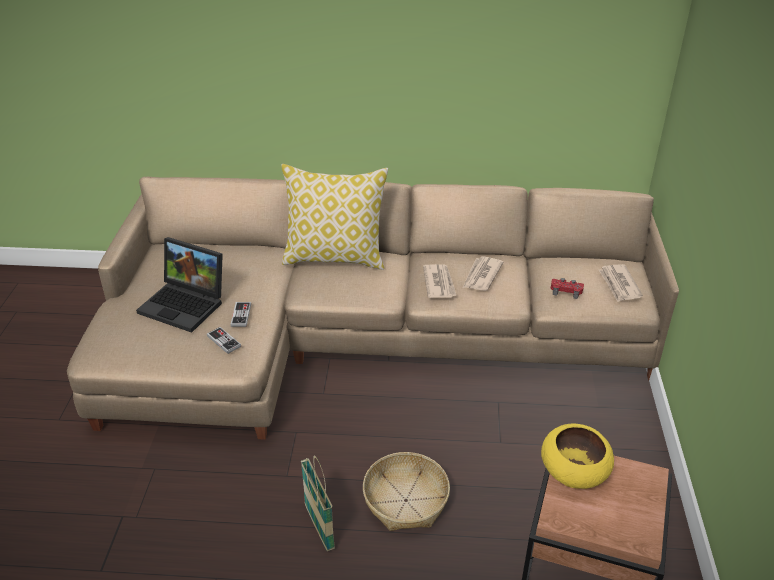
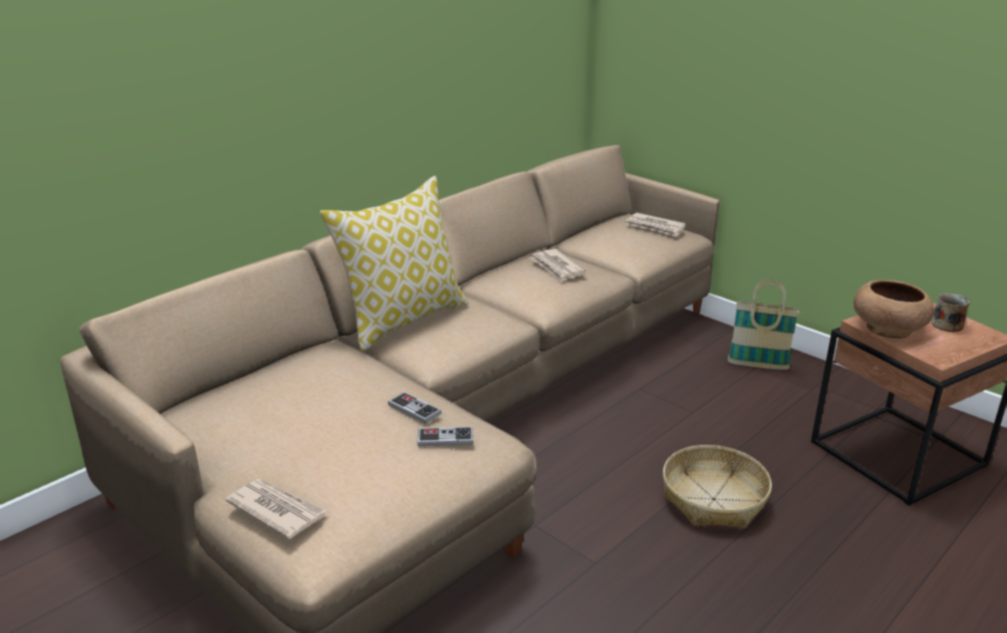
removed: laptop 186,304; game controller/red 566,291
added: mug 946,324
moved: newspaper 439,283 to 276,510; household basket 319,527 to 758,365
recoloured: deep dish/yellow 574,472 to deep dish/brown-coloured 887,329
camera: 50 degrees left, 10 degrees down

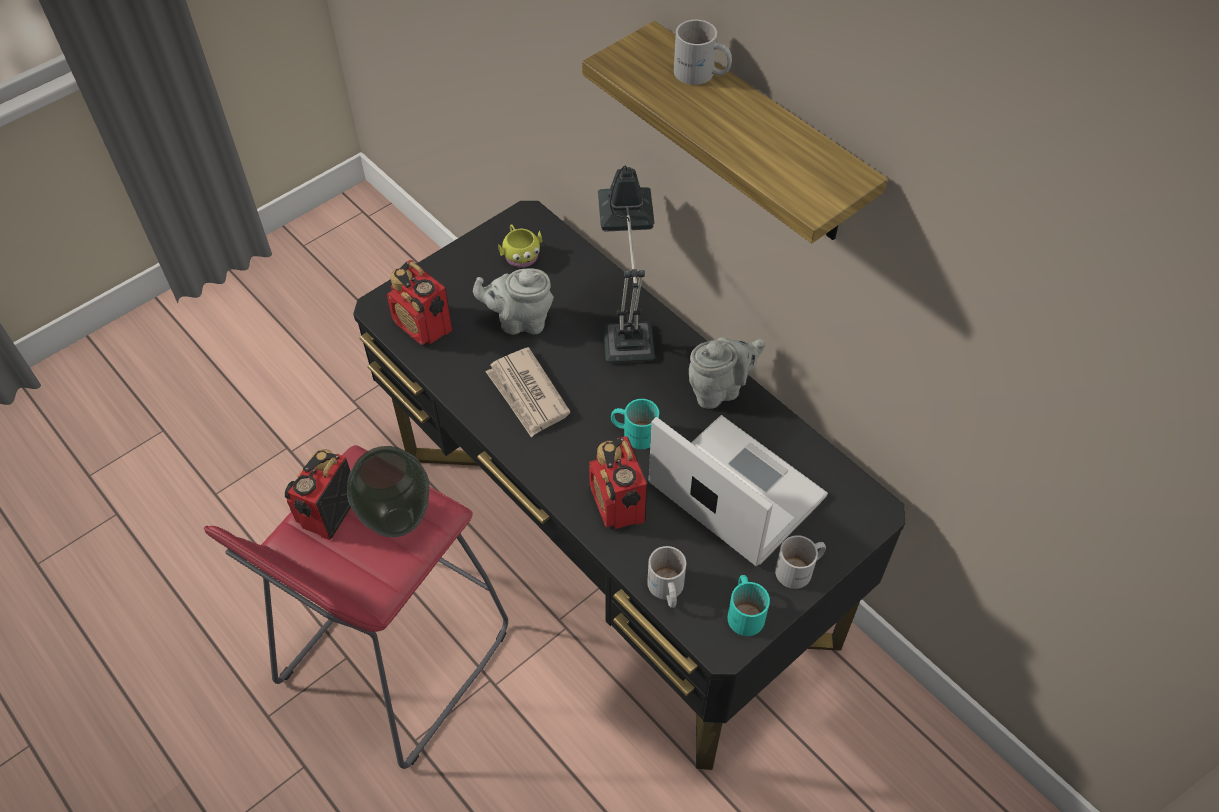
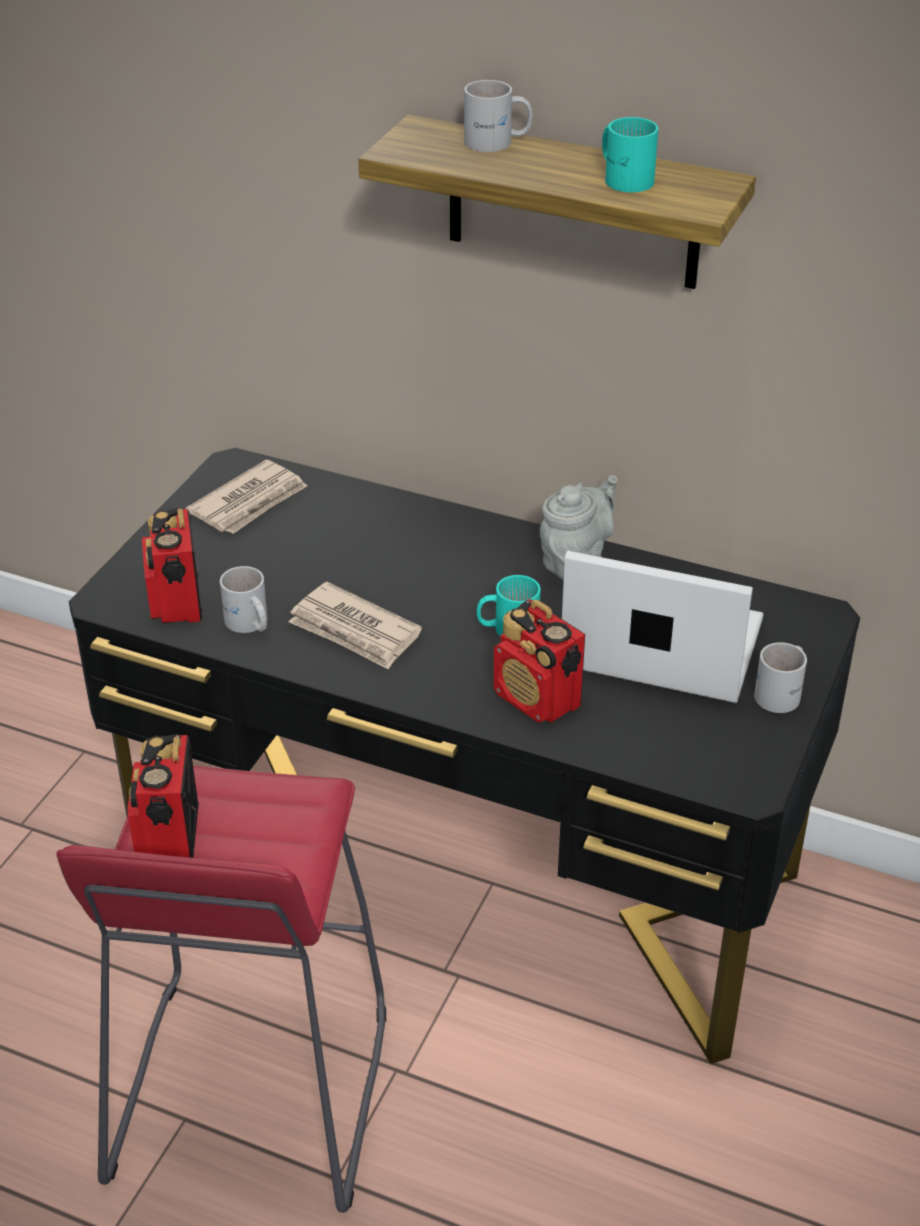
removed: decorative vase 396,522; tea pot/grey 520,321; tabletop lamp 627,332
moved: mug/white 665,590 to 248,624; mug/turquoise 746,611 to 625,177
replaced: mug/yellow 520,254 to newspaper 250,502
turned: radio receiver 423,326 = 176,603 60 degrees clockwise
camera: 25 degrees left, 15 degrees down

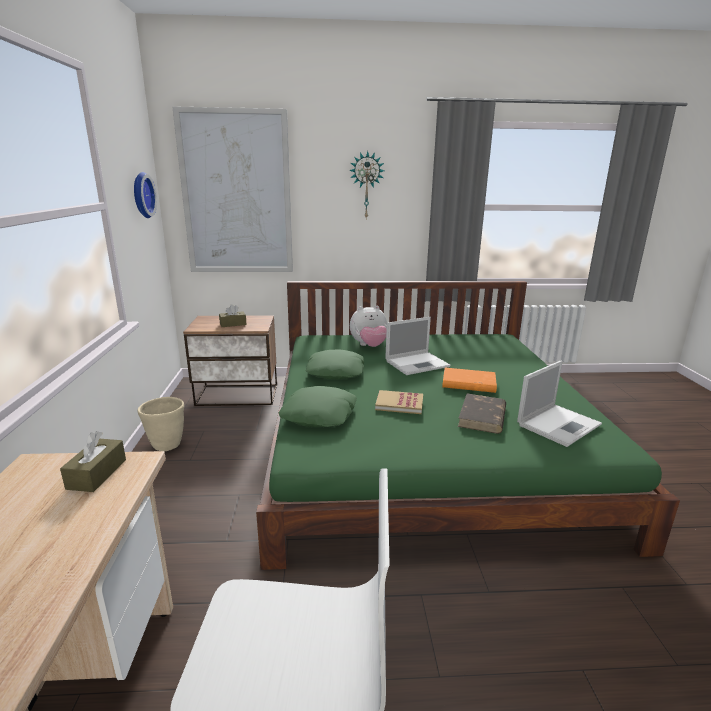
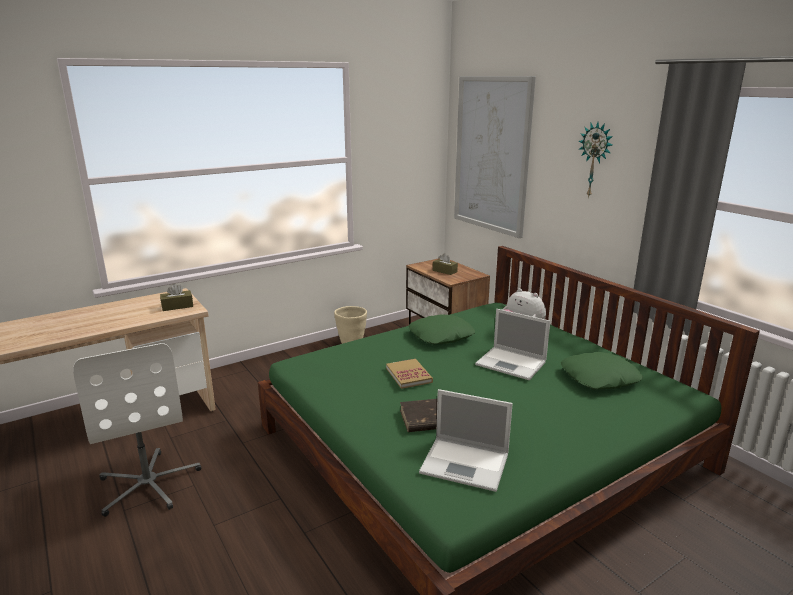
removed: wall clock 141,195; volume/orange 468,383
moved: throw pillow/green 319,414 to 600,378
camera: 60 degrees right, 0 degrees up

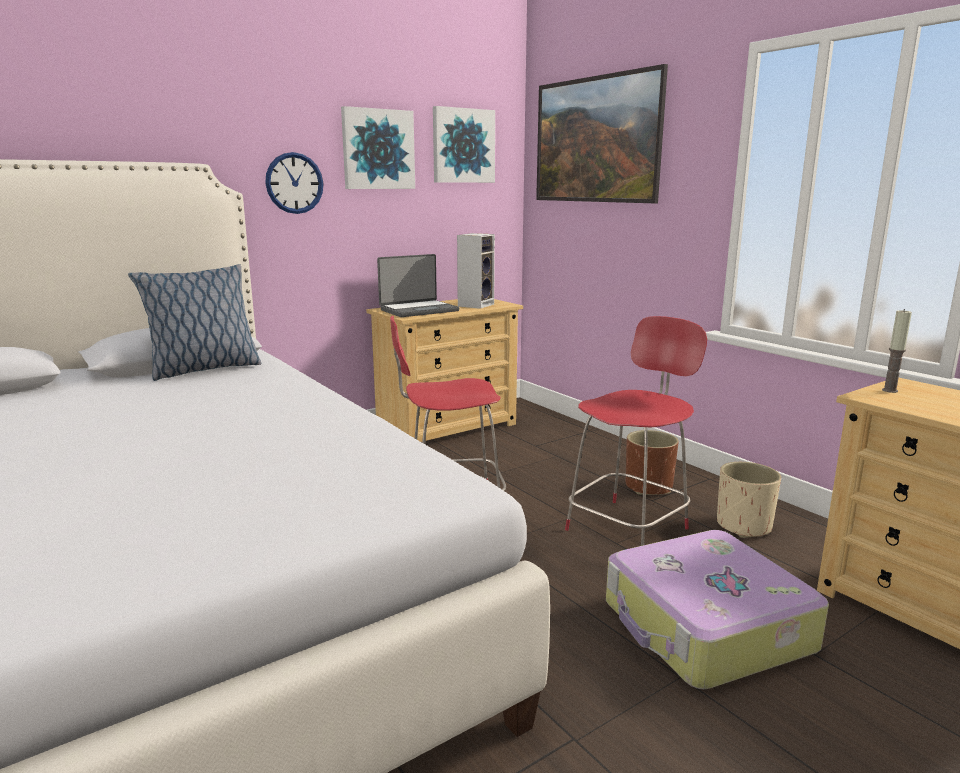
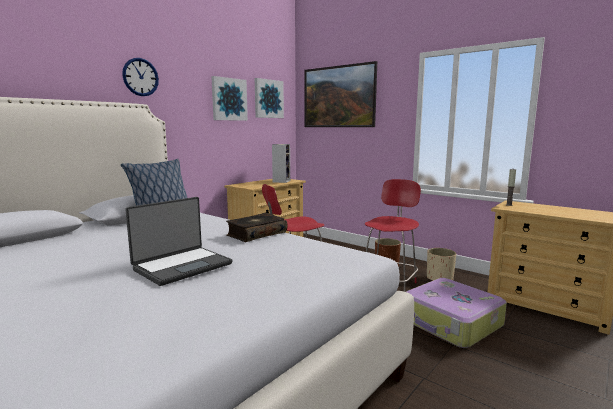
added: volume 256,234
moved: wall clock 294,183 to 140,77; laptop 418,310 to 182,266
camera: 15 degrees left, 5 degrees down

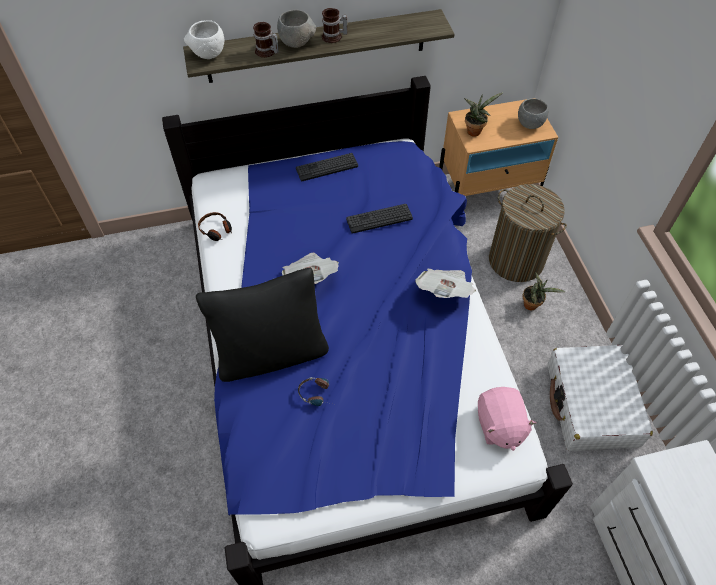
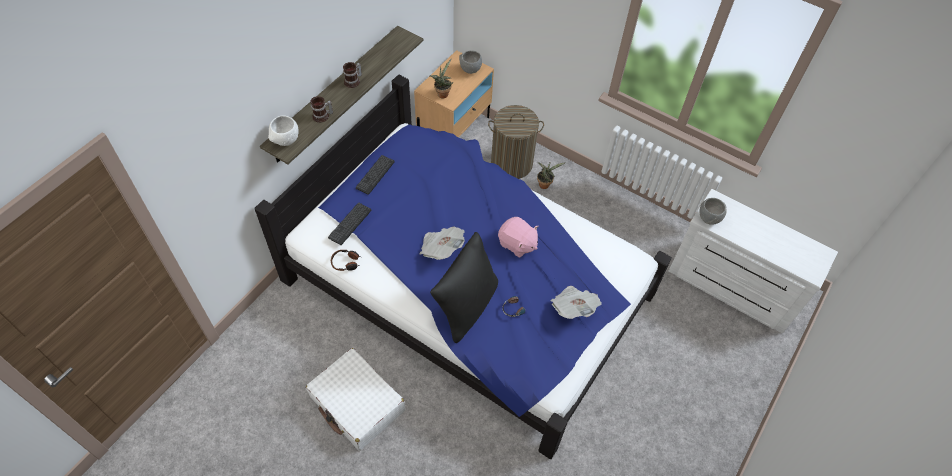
moved: piece of luggage/white 591,405 to 357,404; keyboard 379,219 to 350,224; cuddly toy/pinkish 499,425 to 517,244; newspaper 445,291 to 573,308; deep dish/grey 297,44 to 709,218
camera: 45 degrees left, 0 degrees up

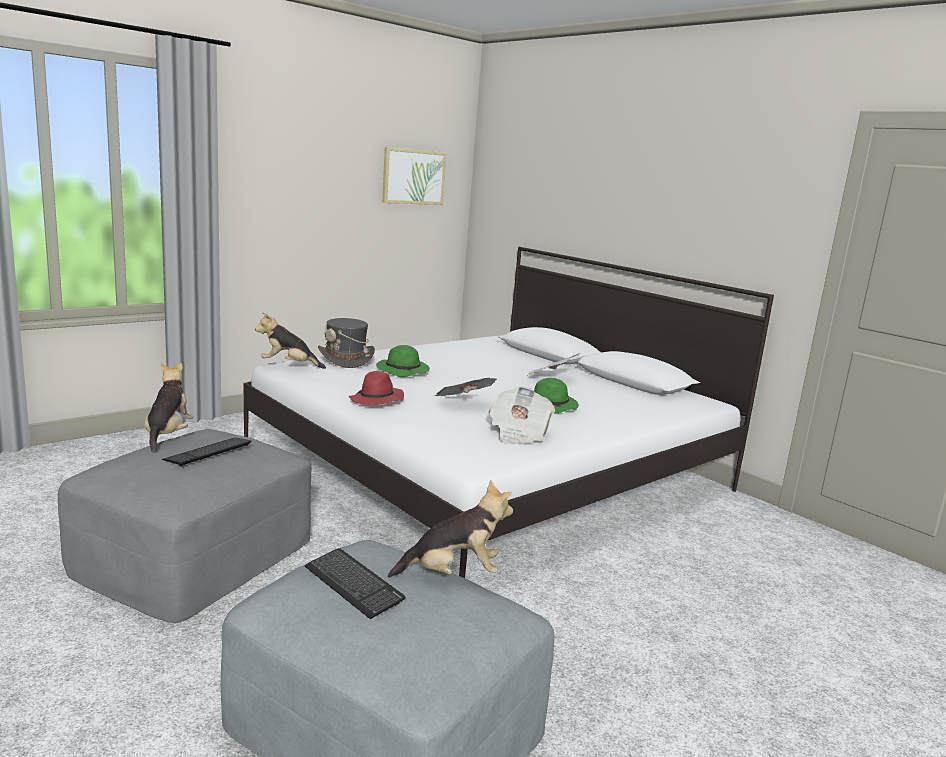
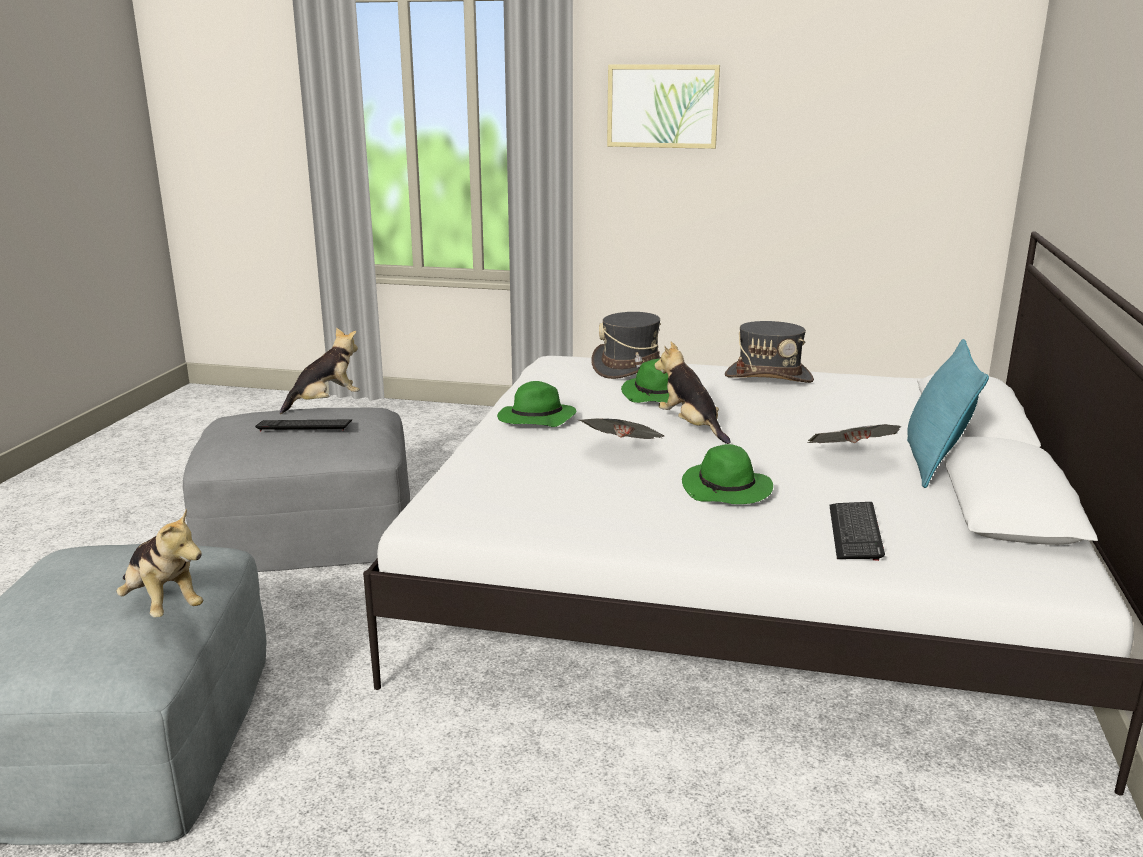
removed: newspaper 518,433
added: wearable hat/grey 768,377; throw pillow/turquoise 933,464
moved: wall picture 413,176 to 662,106; cuddly toy 289,365 to 691,427; keyboard 353,584 to 855,532
recoloured: wearable hat/red 376,400 to wearable hat/green 535,420
camera: 55 degrees right, 5 degrees up

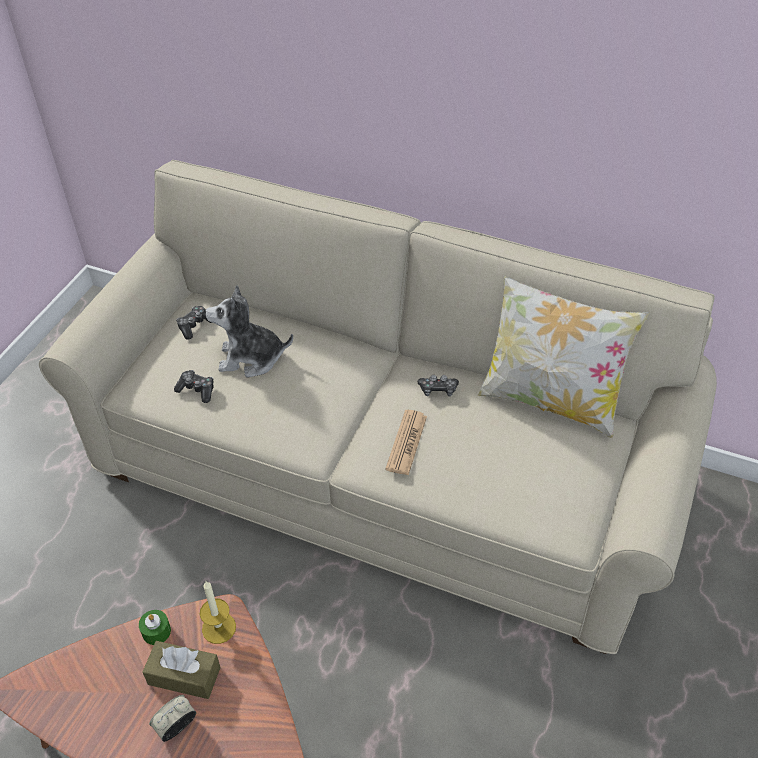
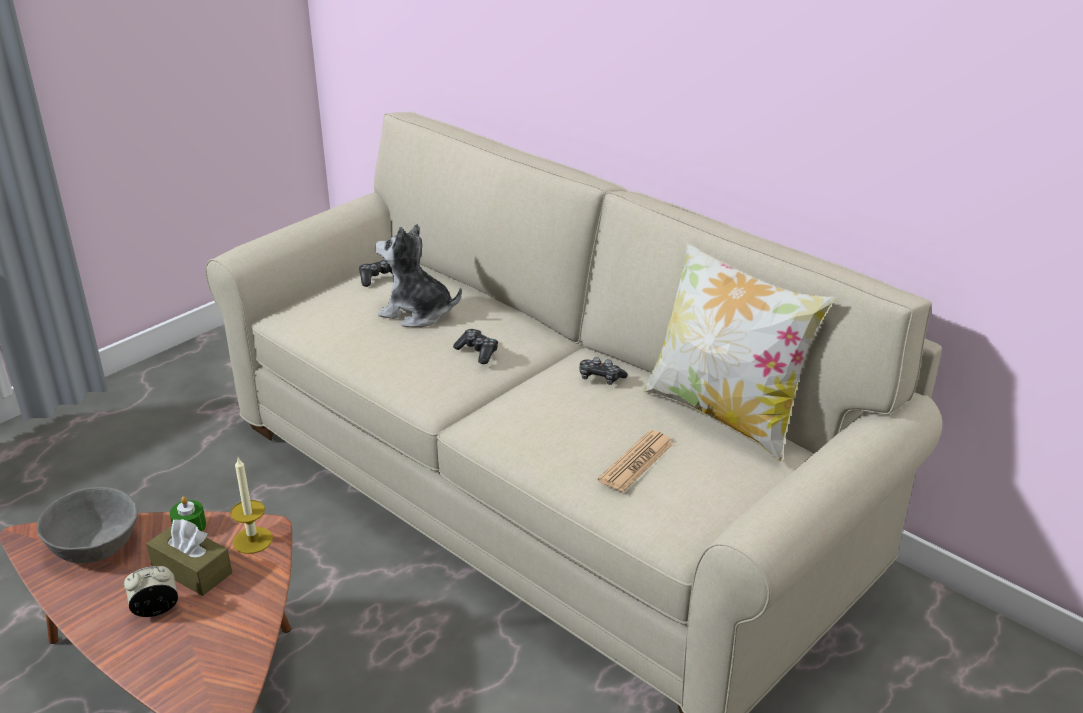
added: deep dish/grey 95,545
moved: game controller 197,390 to 477,352; newspaper 406,443 to 636,462
camera: 20 degrees right, 15 degrees down

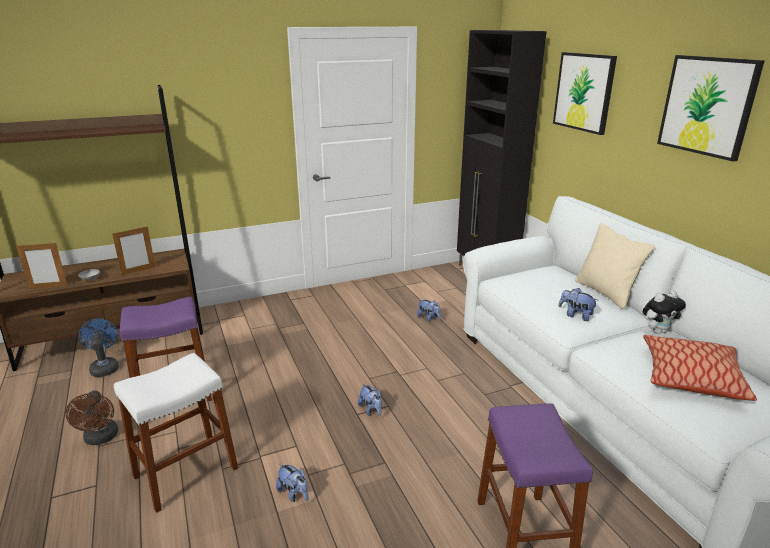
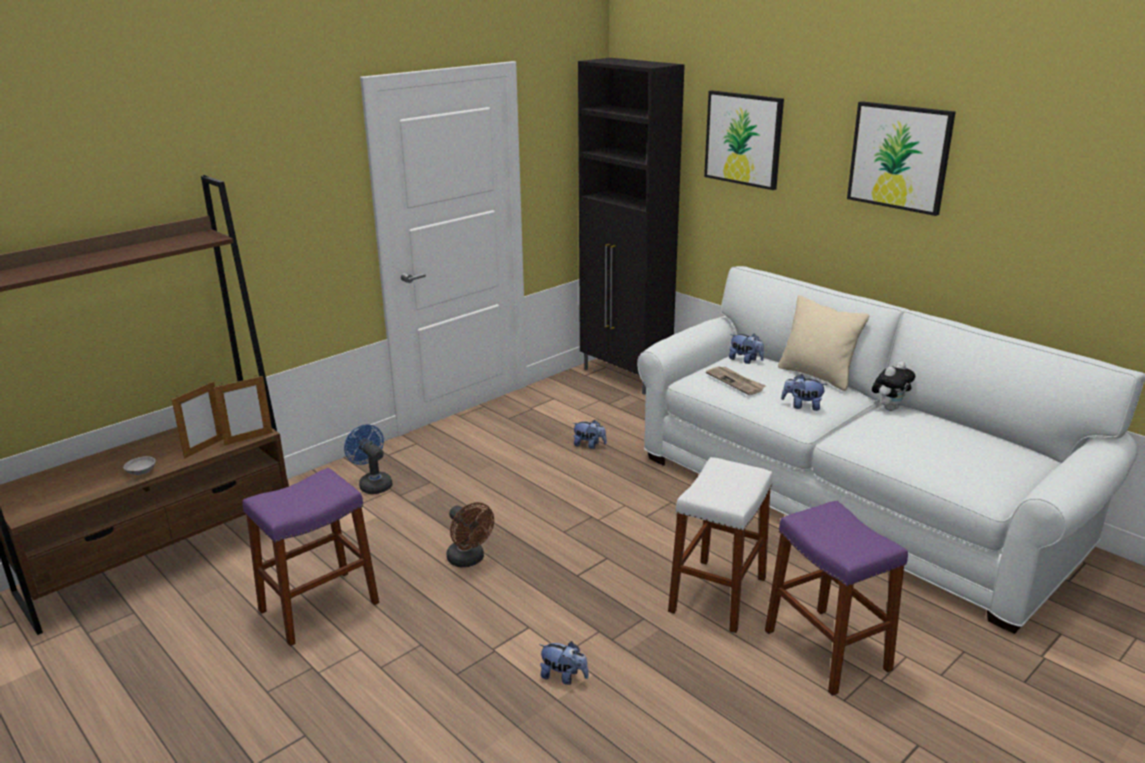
removed: throw pillow 691,377
added: newspaper 736,382
moved: photo frame 48,287 to 248,438; cooling fan/blue 104,367 to 372,484; cooling fan/brown-coloured 101,439 to 469,560; stool seat/white 186,472 to 718,594; cuddly toy 371,410 to 745,360
camera: 20 degrees left, 0 degrees up

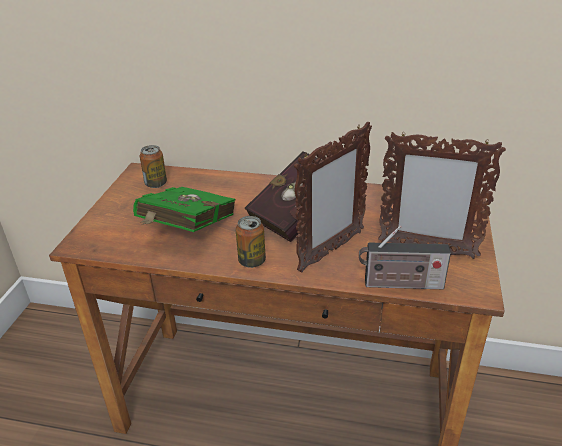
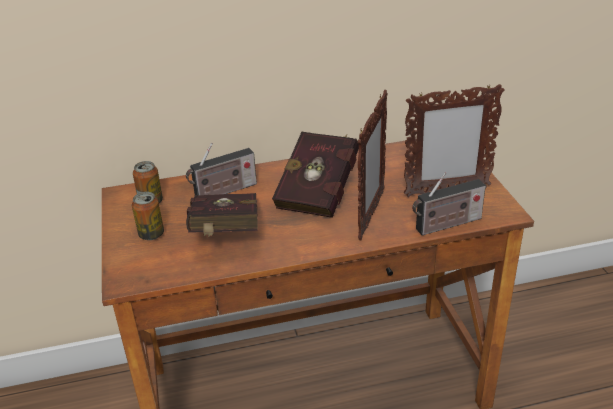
added: radio receiver 223,192
moved: metal can 252,261 to 151,234
recoloured: volume/green 186,231 to volume/red 225,237
camera: 25 degrees left, 0 degrees up

